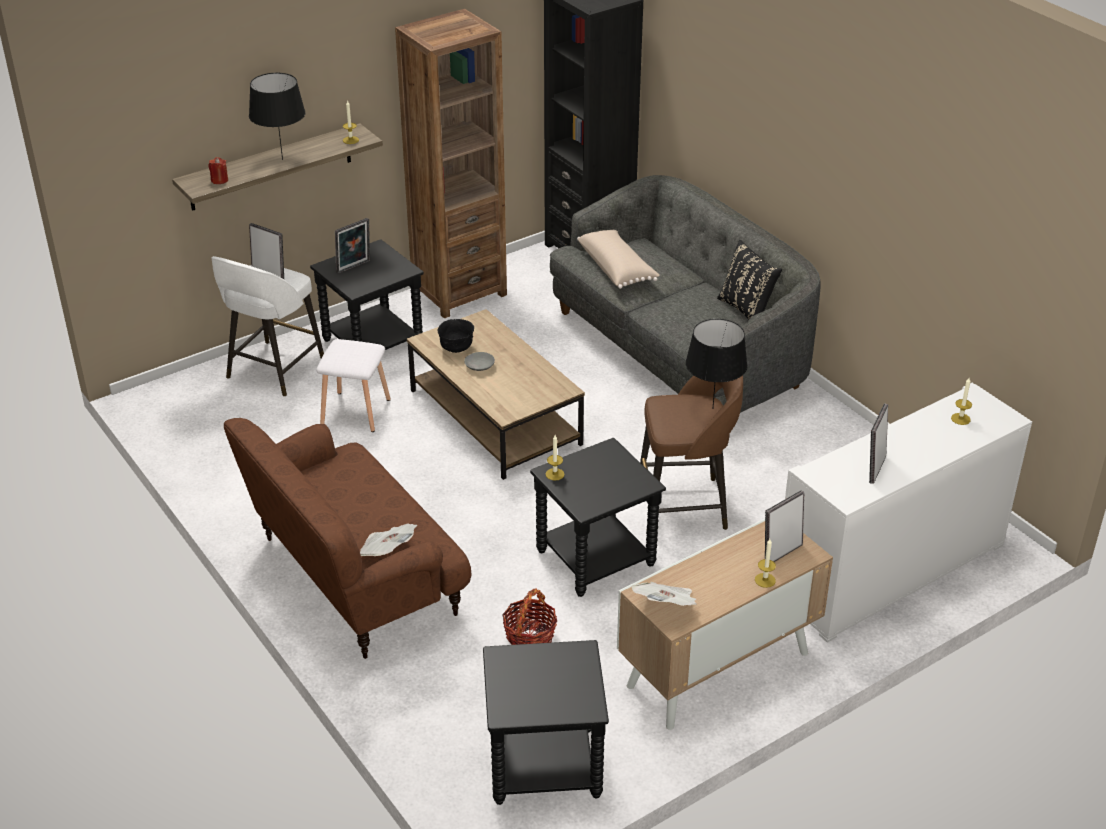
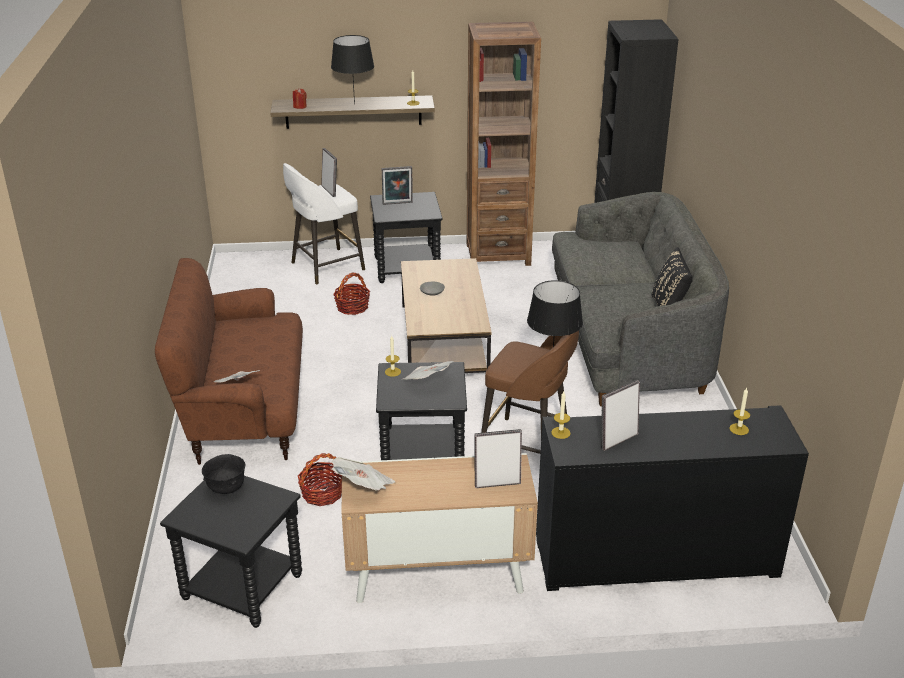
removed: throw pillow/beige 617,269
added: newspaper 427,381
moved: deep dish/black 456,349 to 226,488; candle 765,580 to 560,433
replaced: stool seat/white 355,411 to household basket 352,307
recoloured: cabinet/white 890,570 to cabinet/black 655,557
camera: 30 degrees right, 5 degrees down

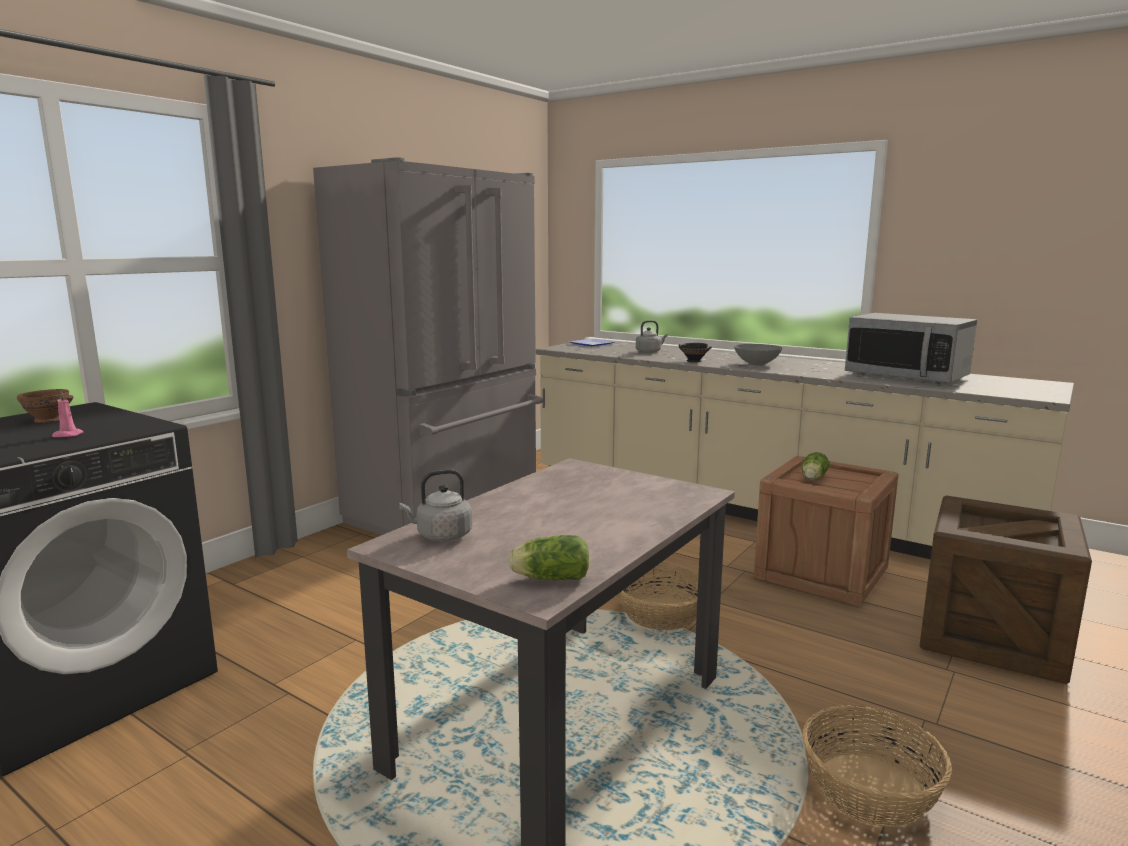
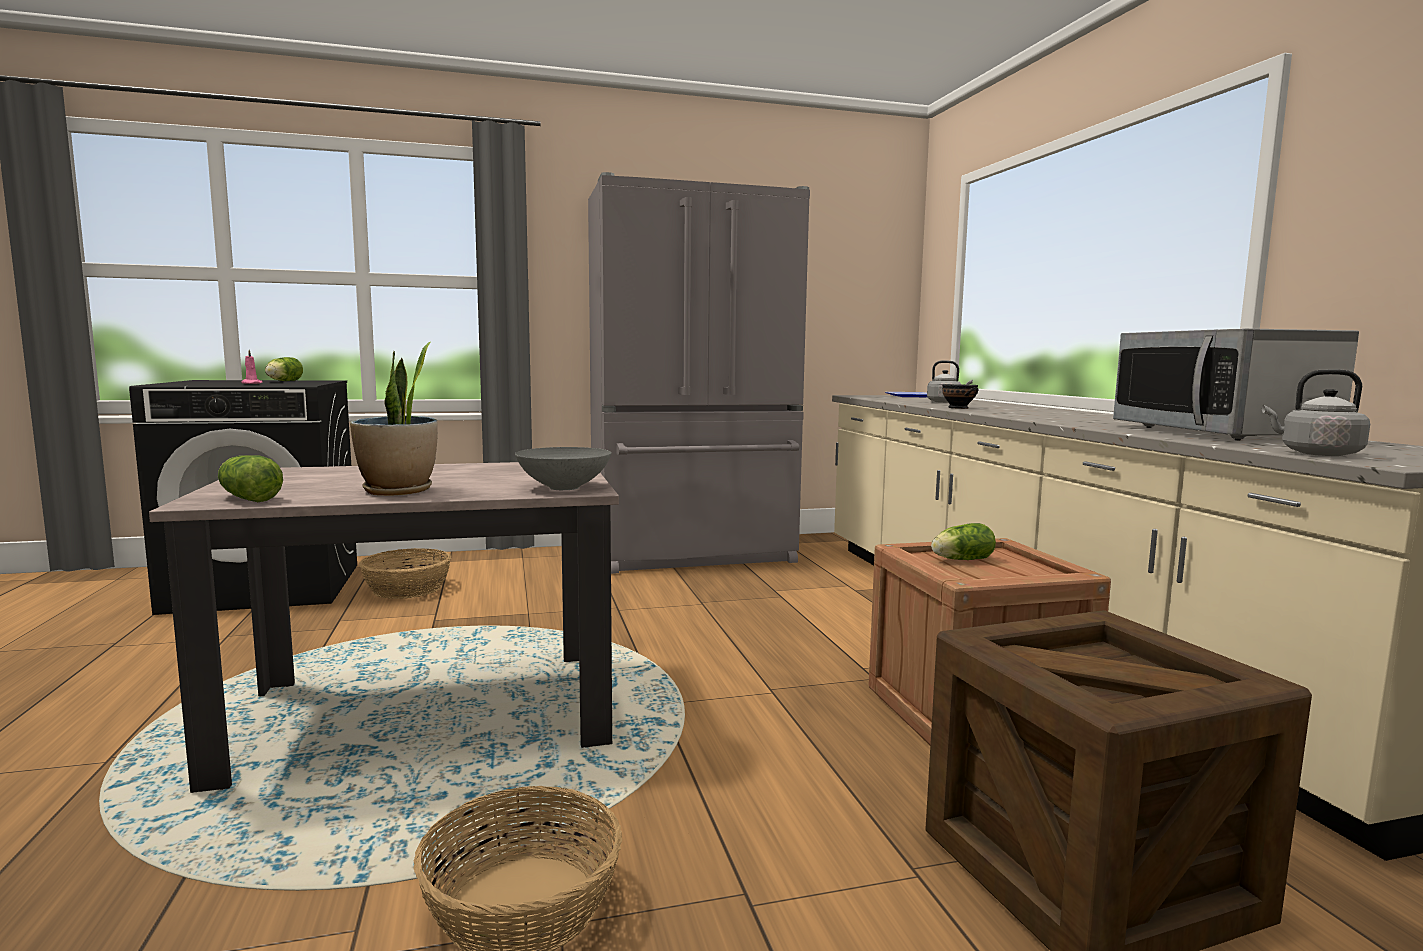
added: potted plant 398,491
moved: household basket 660,614 to 407,589; deep dish/grey 756,364 to 562,488; tea kettle/grey 441,536 to 1316,453
replaced: deep dish/brown-coloured 48,420 to head of lettuce 283,381
camera: 40 degrees right, 5 degrees down

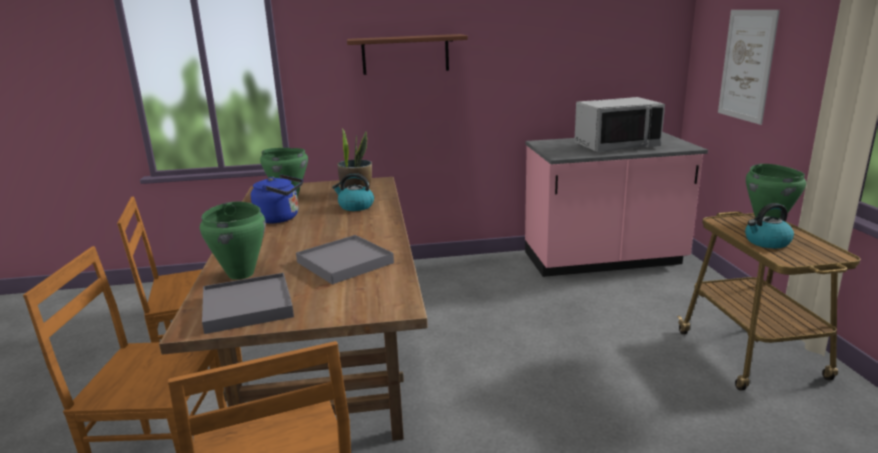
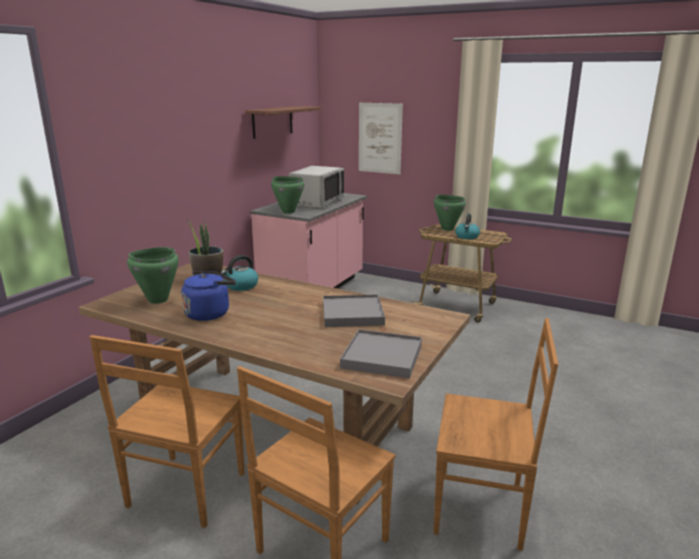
moved: wall shelf 405,54 to 272,121; stockpot/green 241,274 to 288,212
camera: 55 degrees left, 0 degrees up

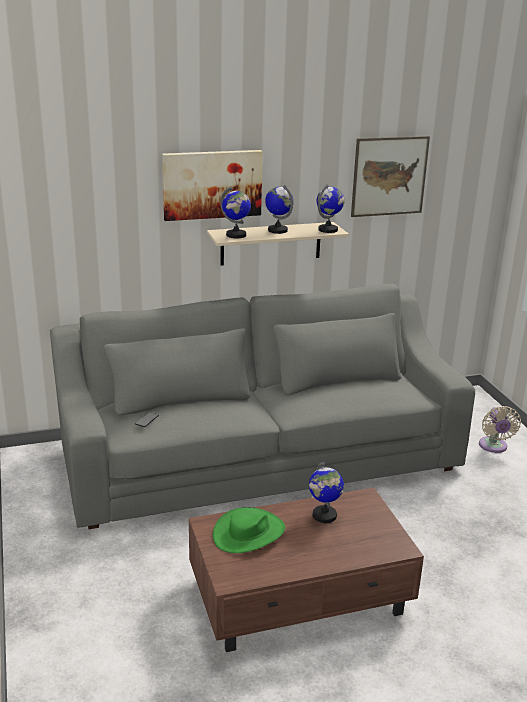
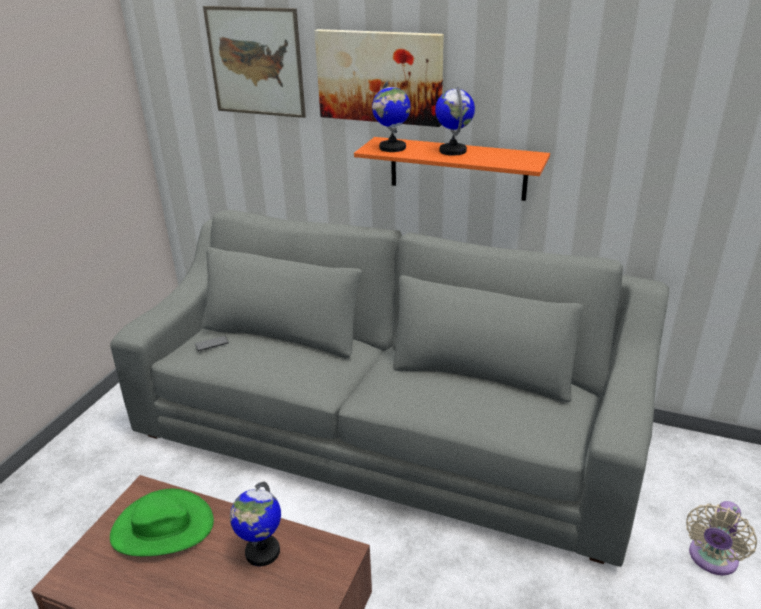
removed: globe 328,230
moved: wall picture 389,176 to 255,62
recoloured: wall shelf/beige 271,243 to wall shelf/orange 457,168
camera: 40 degrees right, 5 degrees up

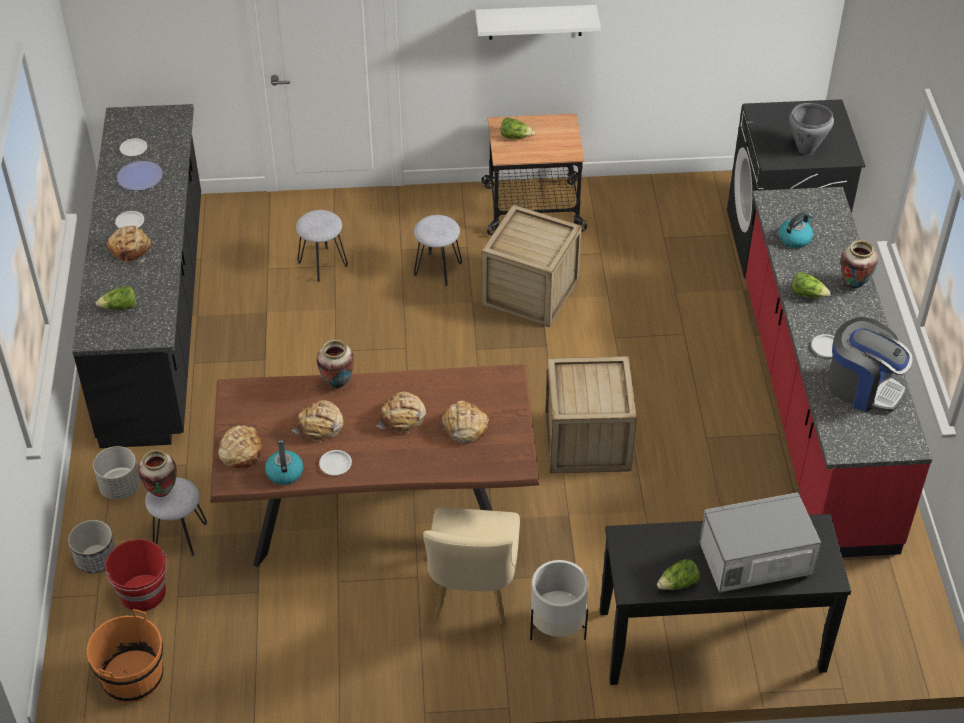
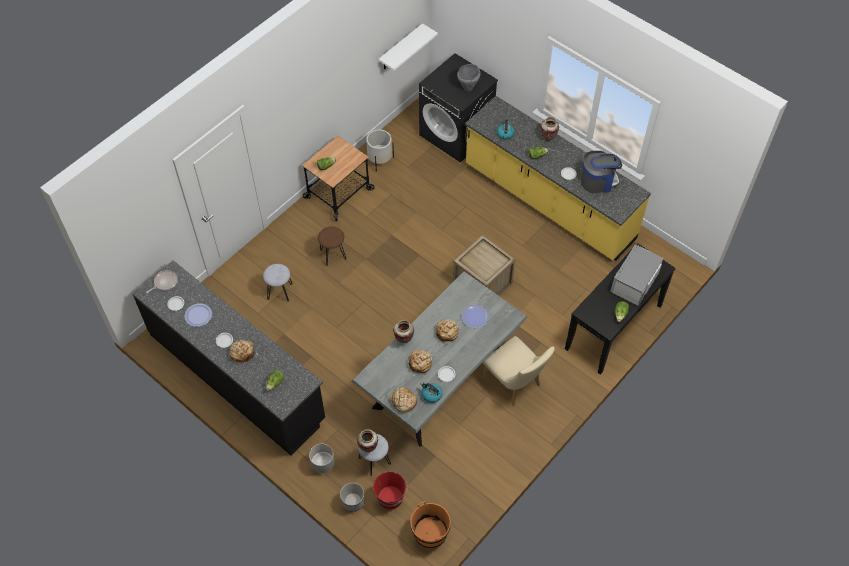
removed: packing crate 530,292
added: frying pan 164,282
moved: plant pot/white 557,626 to 380,160; wall shelf/white 535,22 to 400,47
replaced: bread 464,427 to flat dish 475,317
recoloured: stool seat/grey 438,269 to stool seat/brown-coloured 333,254; dinner table/brown-coloured 379,511 to dinner table/grey 440,381; counter/red 813,412 to counter/yellow 548,203
camera: 45 degrees left, 10 degrees up

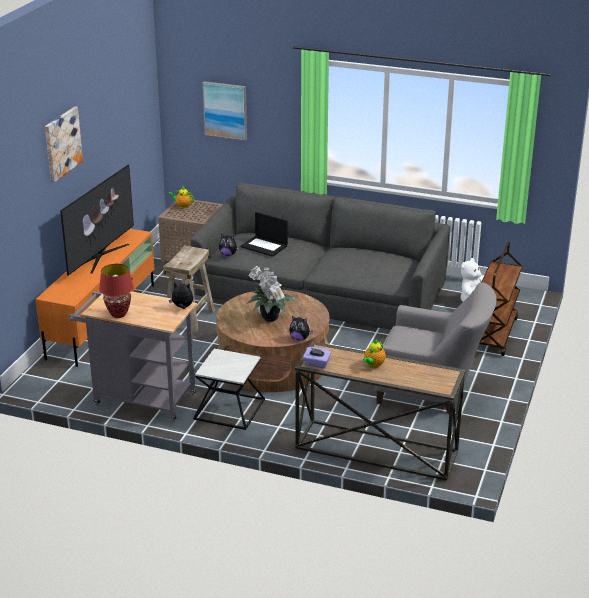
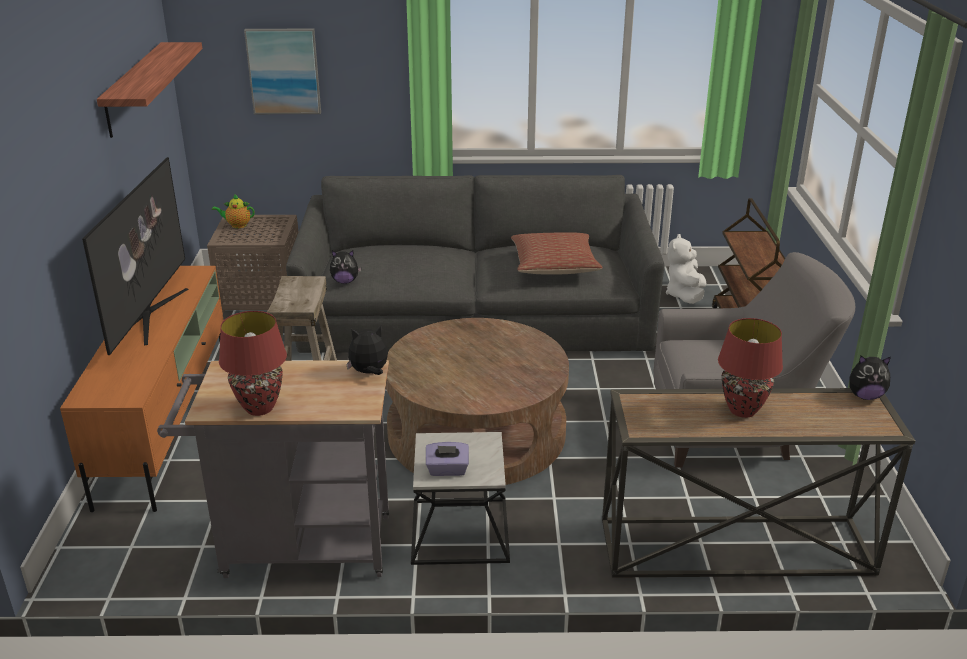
removed: wall picture 62,143; laptop 265,246; potted plant 270,319
added: wall shelf 135,88; throw pillow 554,265
moved: tissue holder/purplish 316,364 to 447,470; cuddly toy 300,338 to 865,396
replaced: tea pot 373,365 to tabletop lamp/red 742,410
camera: 20 degrees left, 0 degrees up

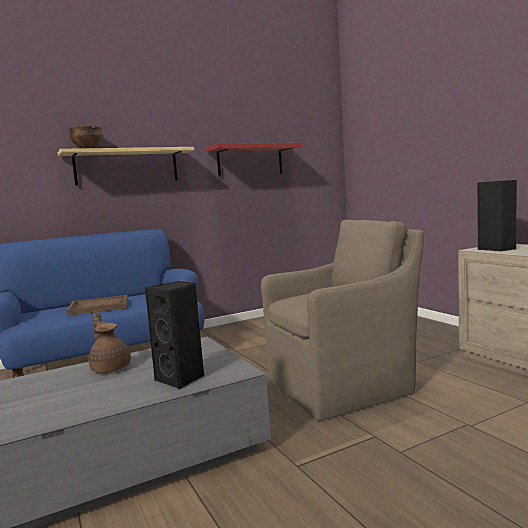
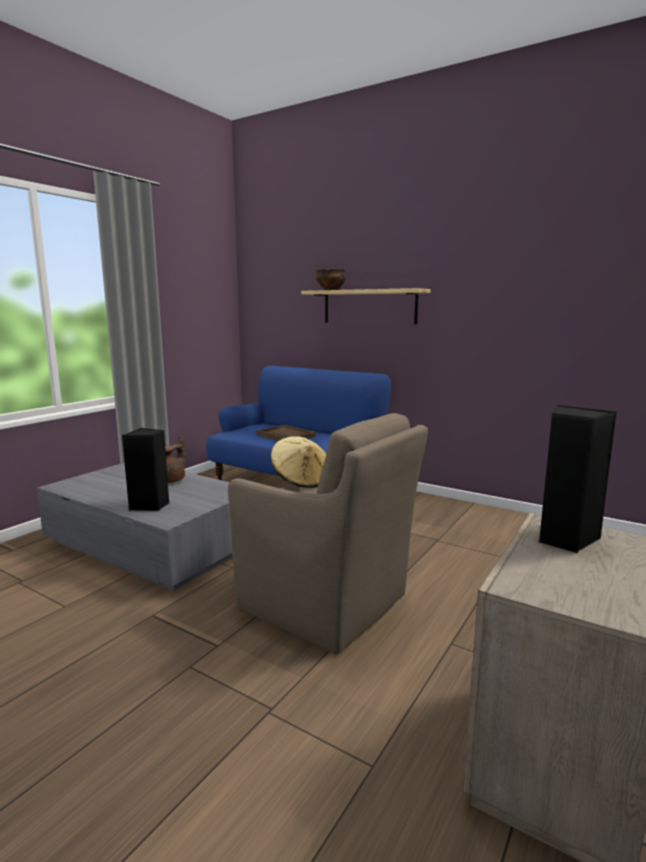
removed: wall shelf/red 250,160
added: wearable hat/beige 301,480
camera: 60 degrees right, 5 degrees up

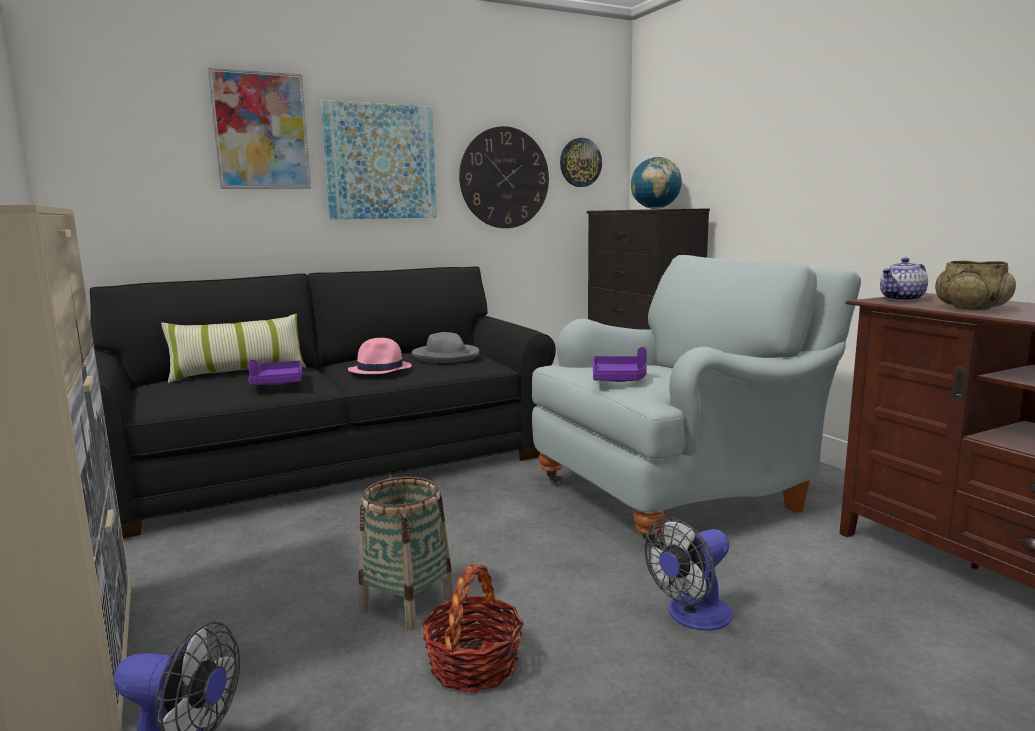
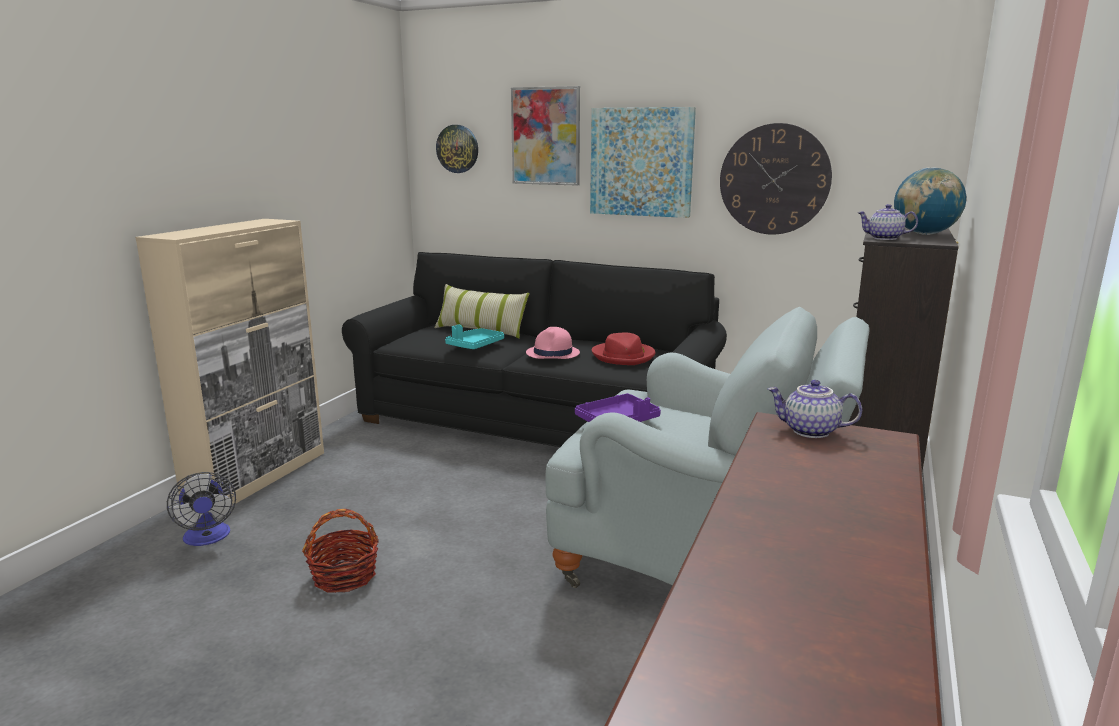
removed: household basket 407,604; cooling fan 692,617; deep dish/beige 971,308
added: tea pot 884,238
moved: wall clock 580,162 to 457,149
recoloured: serving tray/purplish 277,382 to serving tray/turquoise 475,345; wearable hat/grey 446,356 to wearable hat/red 623,356
camera: 50 degrees right, 5 degrees up

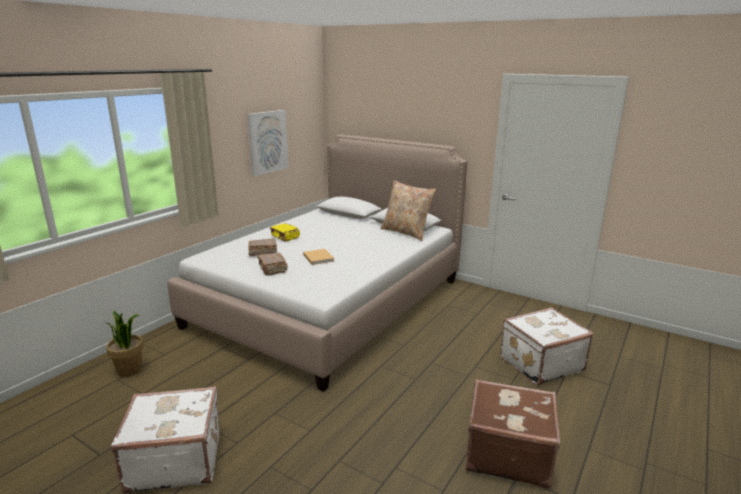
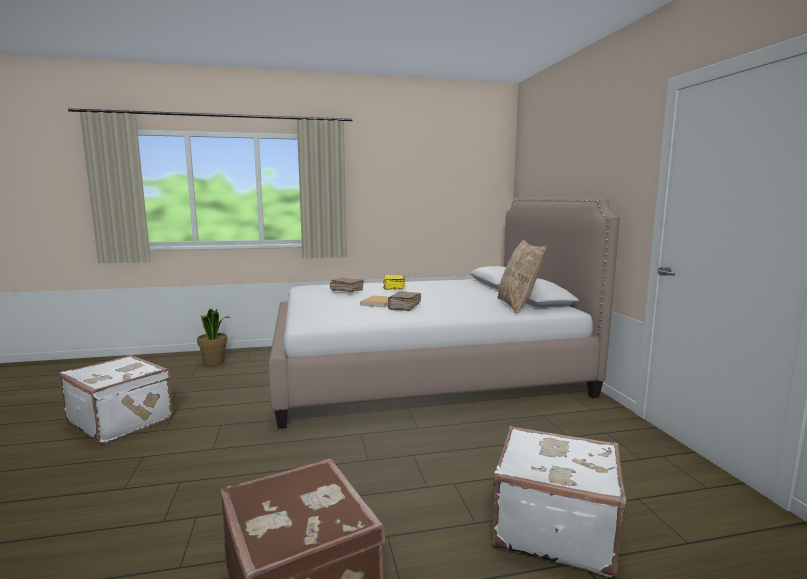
removed: wall picture 267,142
moved: volume/brown-coloured 272,269 to 404,307
camera: 45 degrees right, 10 degrees down

